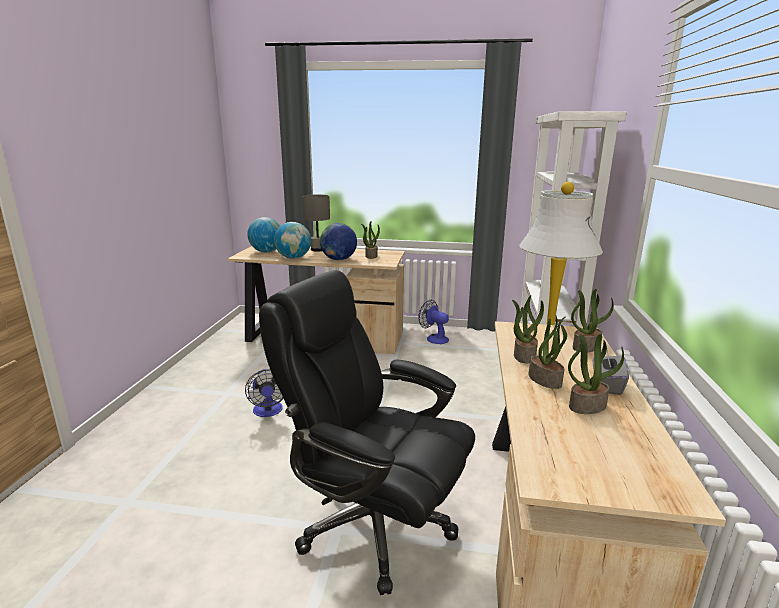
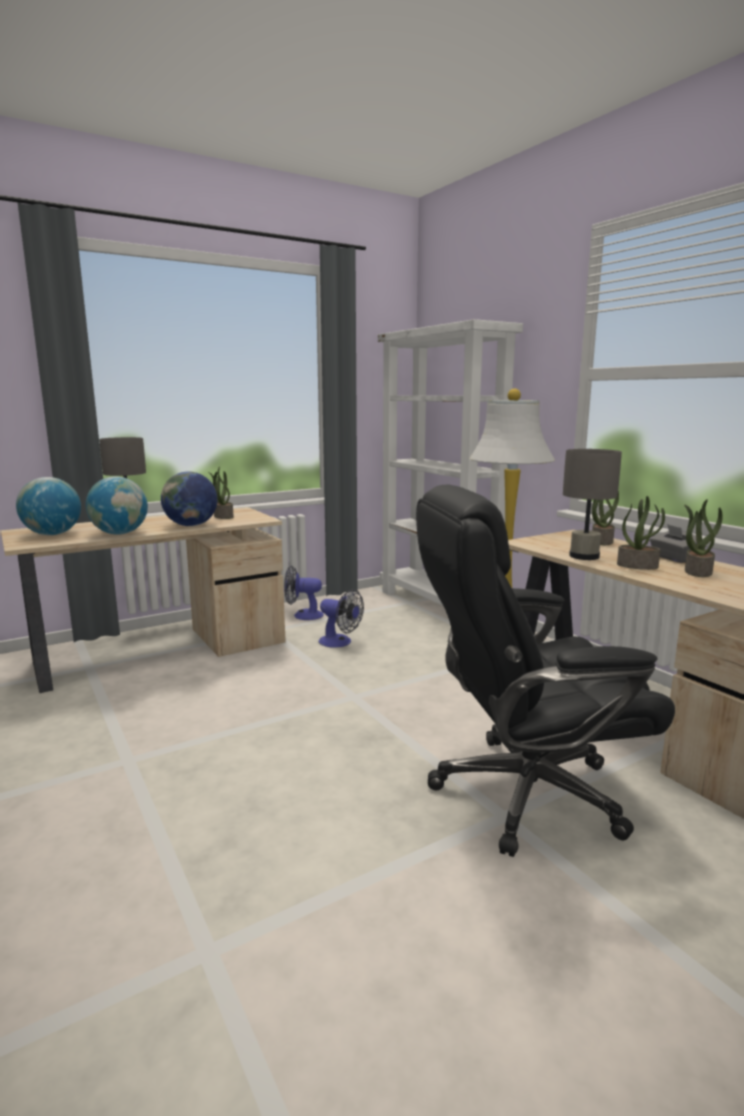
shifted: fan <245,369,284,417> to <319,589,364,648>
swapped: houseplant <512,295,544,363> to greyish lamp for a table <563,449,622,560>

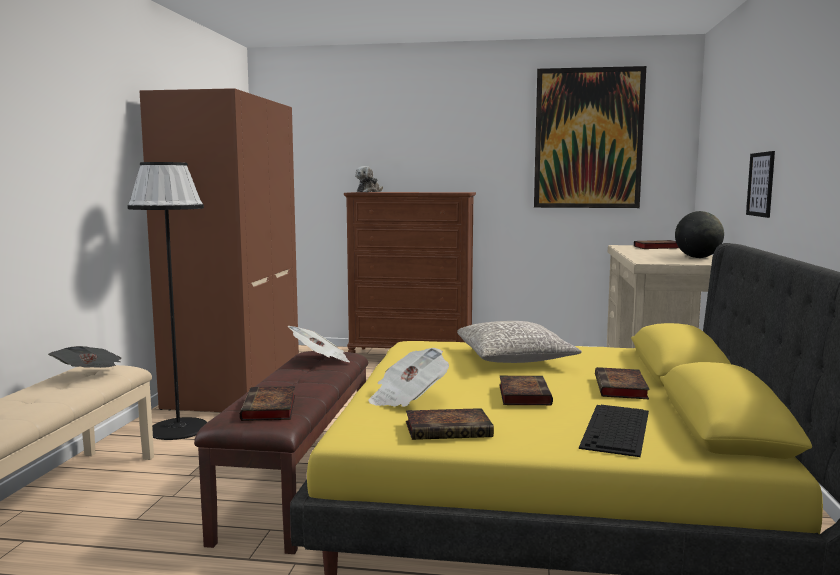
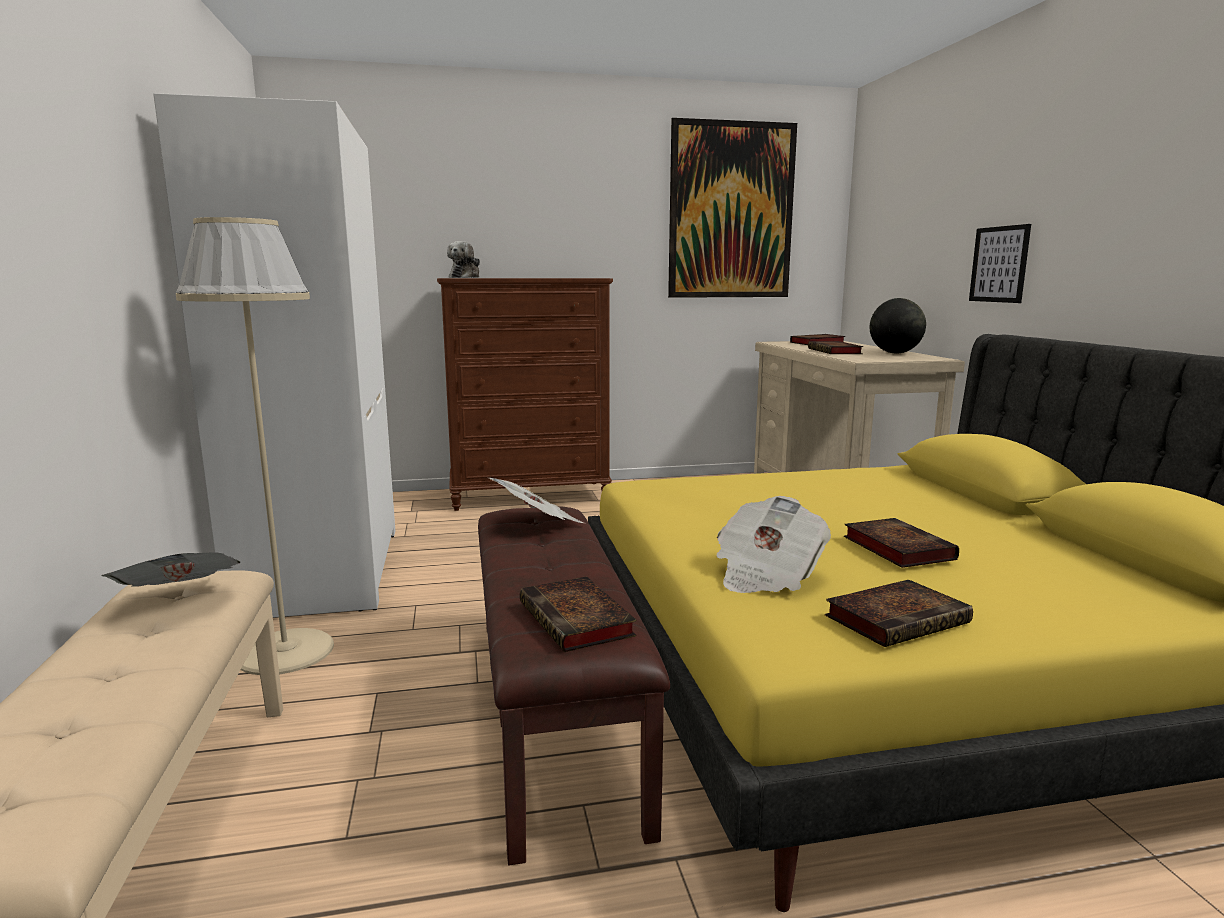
gone: greyish throw pillow <457,321,582,363>; PC keyboard <579,405,649,457>
shifted: book <595,367,650,399> to <808,341,863,354>
repainted: brownish armoire <139,88,299,412> to whitish armoire <153,93,395,618>; blackish standing lamp <127,162,207,440> to beige-coloured standing lamp <176,217,334,675>

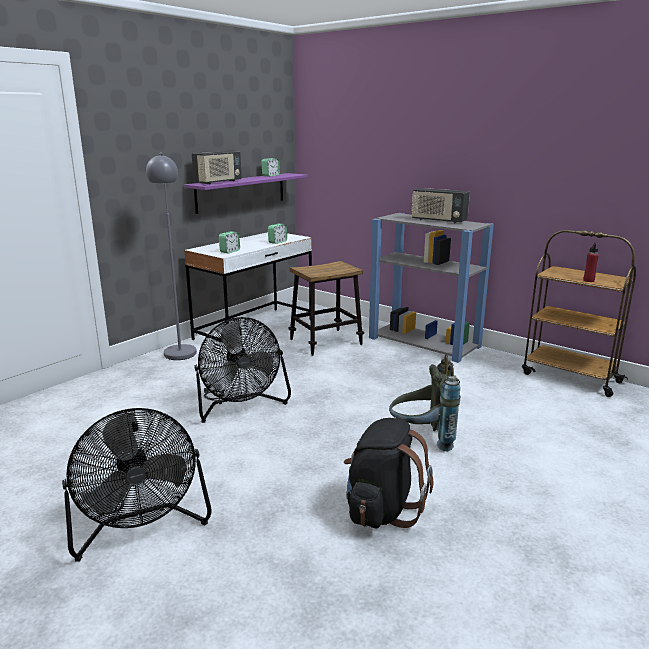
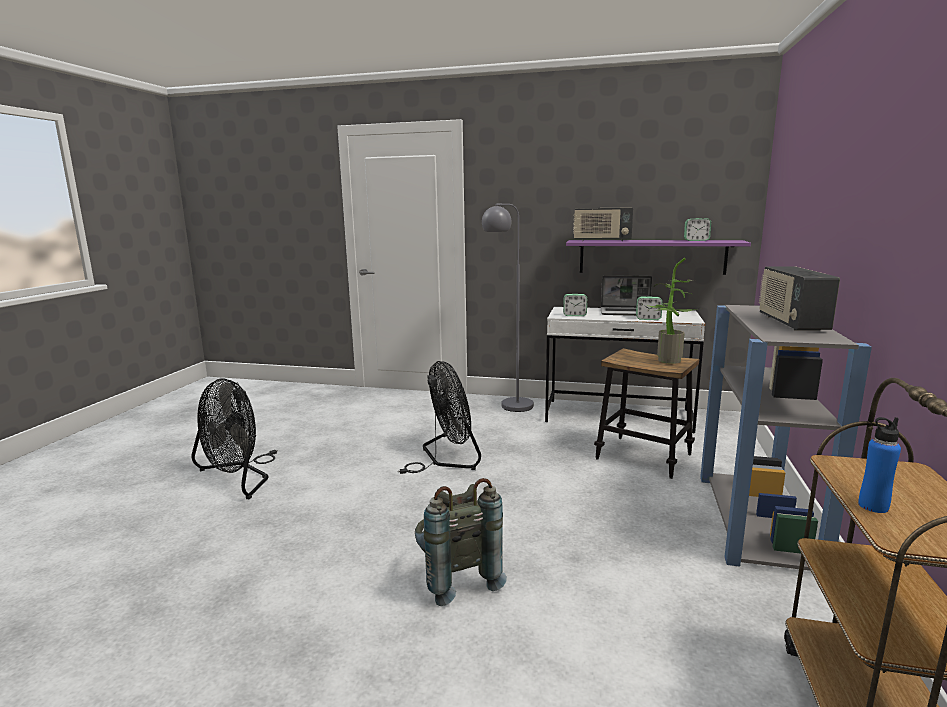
gone: blackish backpack <344,418,433,529>
new: houseplant <643,258,701,364>; laptop <601,275,652,316>
repainted: red drink bottle <583,242,599,282> to bluish drink bottle <858,417,901,513>
rotated: blackish fan <194,317,291,423> = <398,361,481,474> 150 degrees counterclockwise

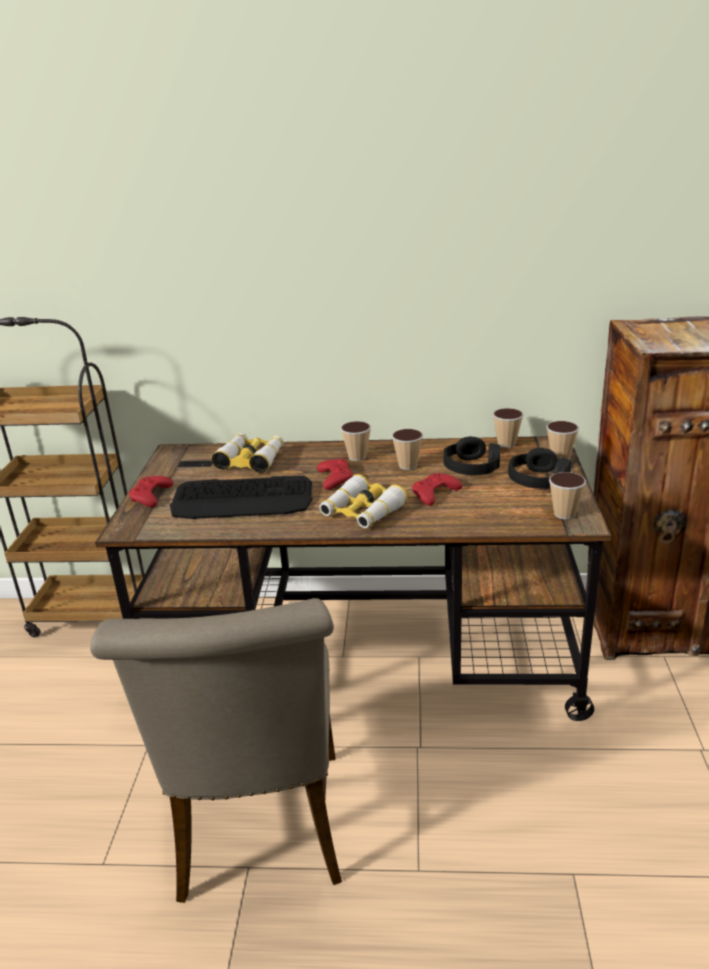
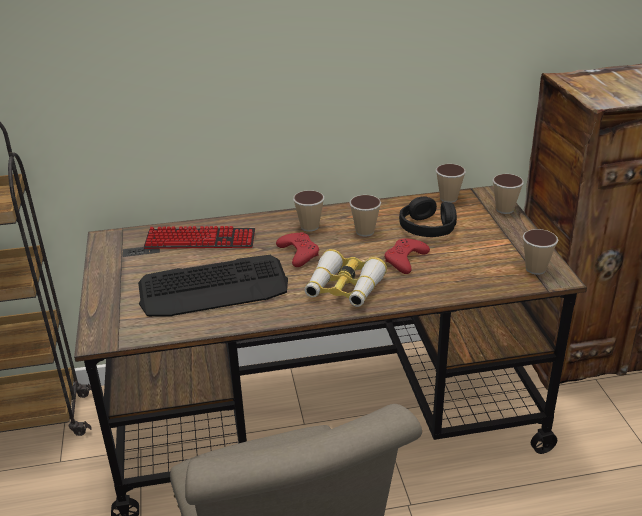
gone: blackish pair of headphones <508,448,571,489>; red gamepad <129,476,173,507>
swapped: pair of binoculars <211,433,284,473> to PC keyboard <143,226,255,249>

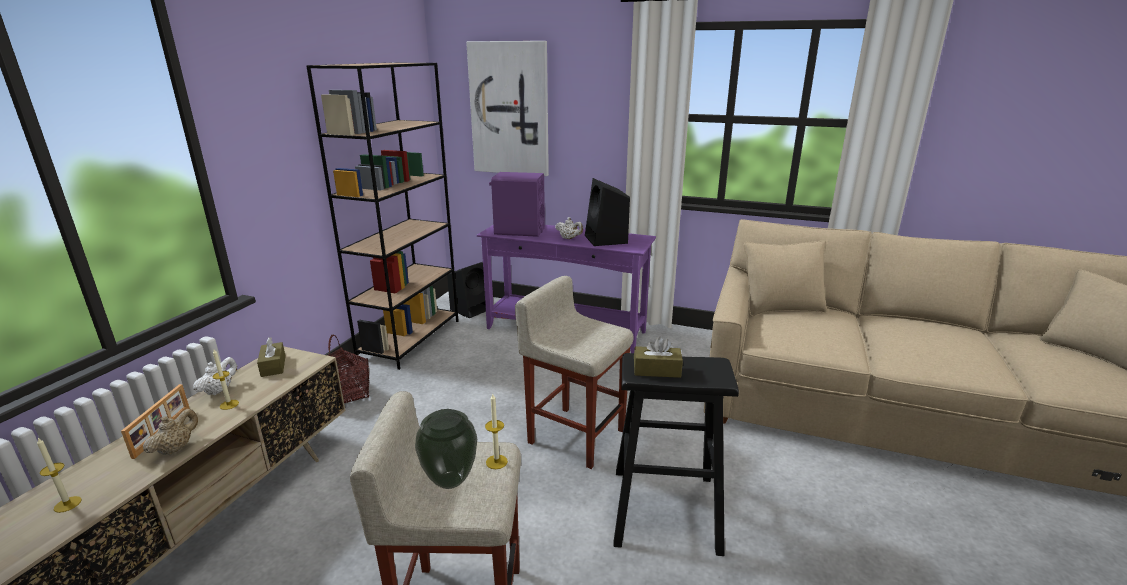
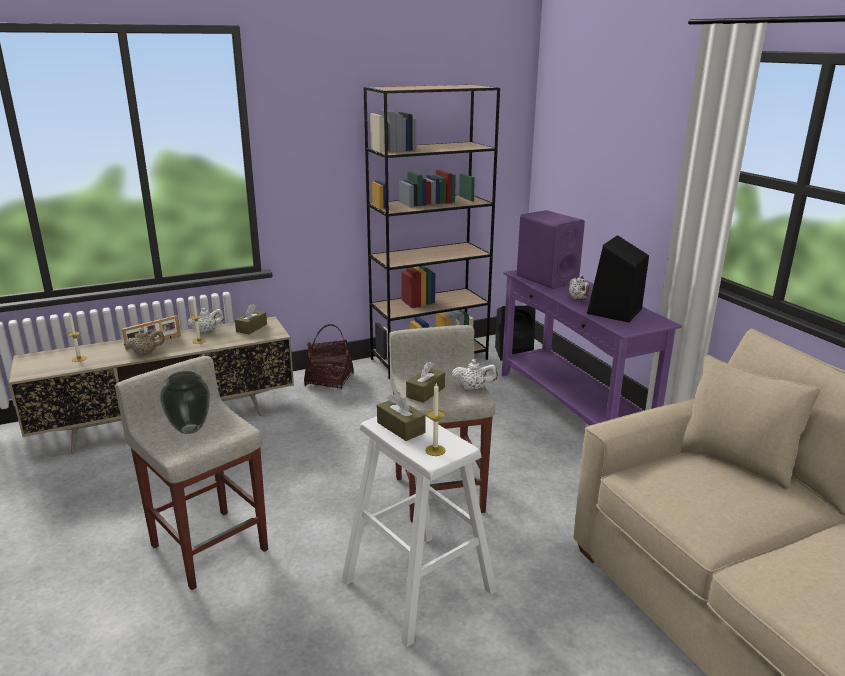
gone: wall picture <466,41,549,176>
new: whitish tea pot <452,359,498,390>; brownish box of tissues <406,362,445,403>
shifted: candle <485,394,508,469> to <425,383,446,456>
repainted: blackish sitting stool <613,353,739,556> to whitish sitting stool <341,416,497,647>

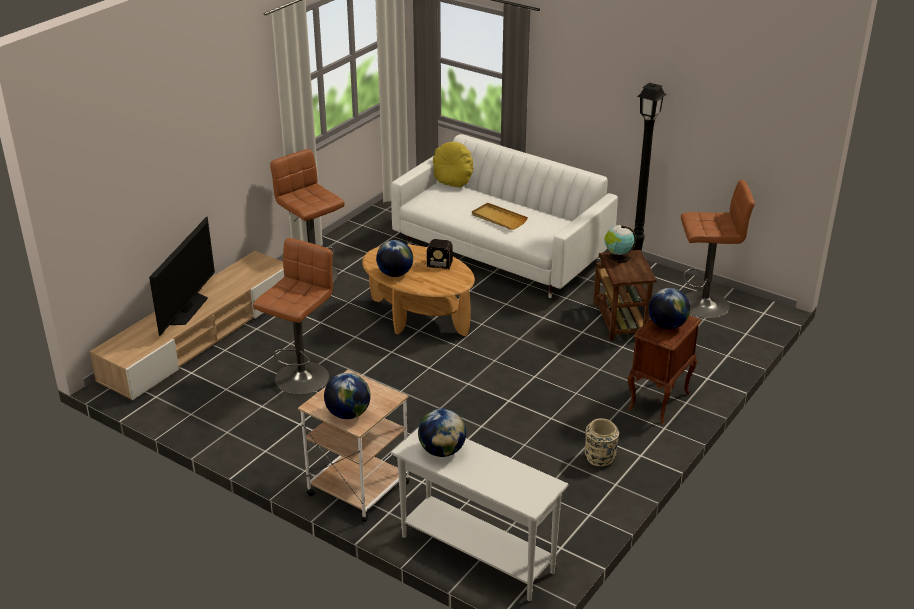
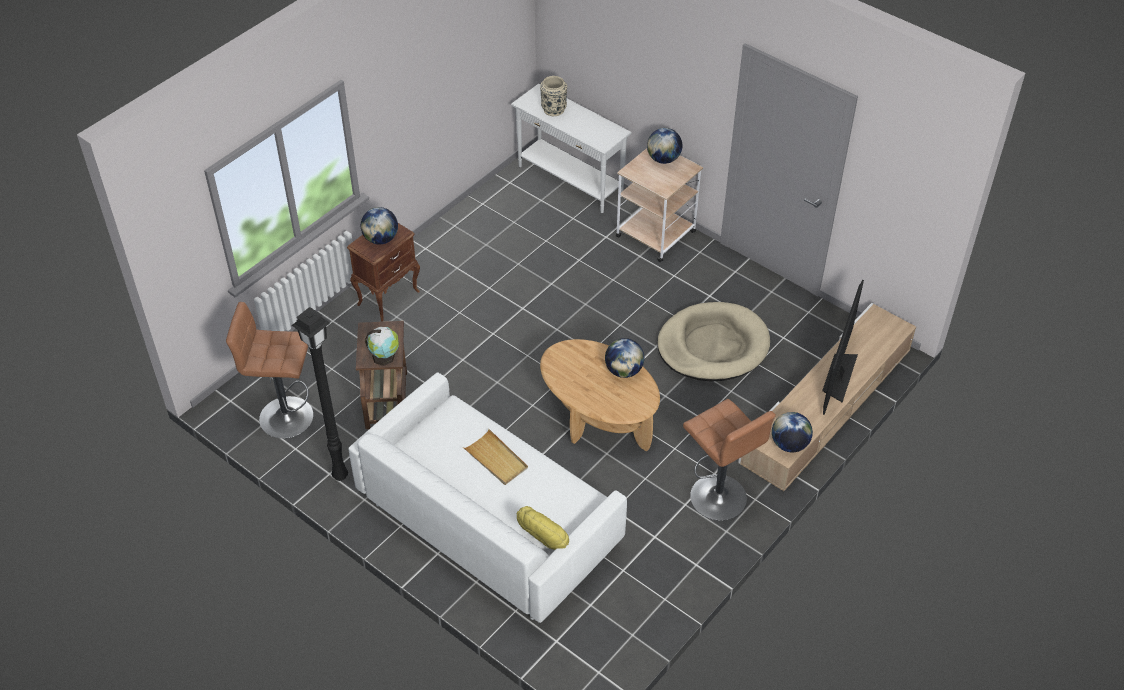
gone: radio <414,239,453,269>
shifted: globe <418,408,466,457> to <772,412,813,452>; beige-coloured decorative vase <585,418,619,467> to <540,76,567,116>
swapped: brownish sitting stool <253,238,333,394> to beige-coloured dog bed <657,302,770,382>

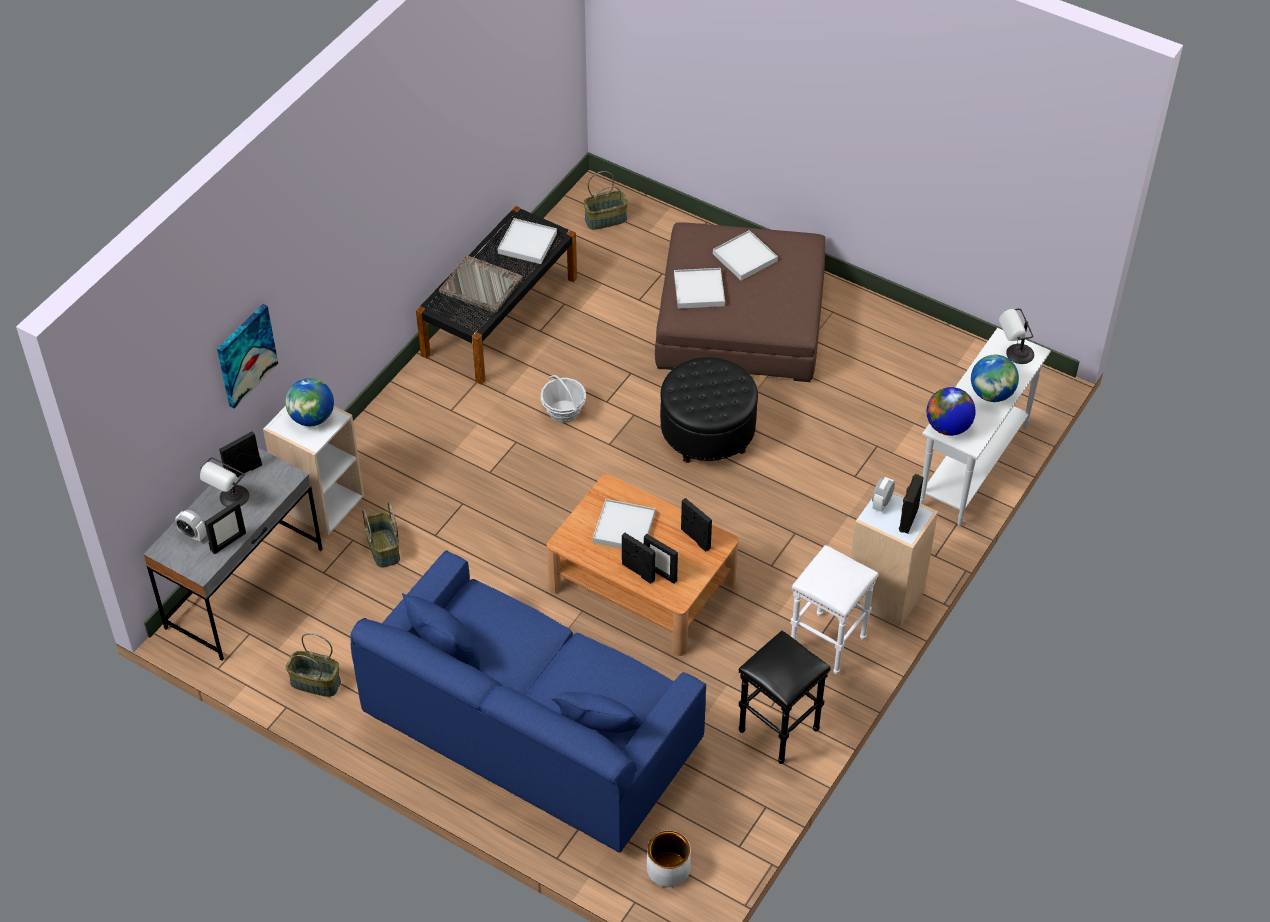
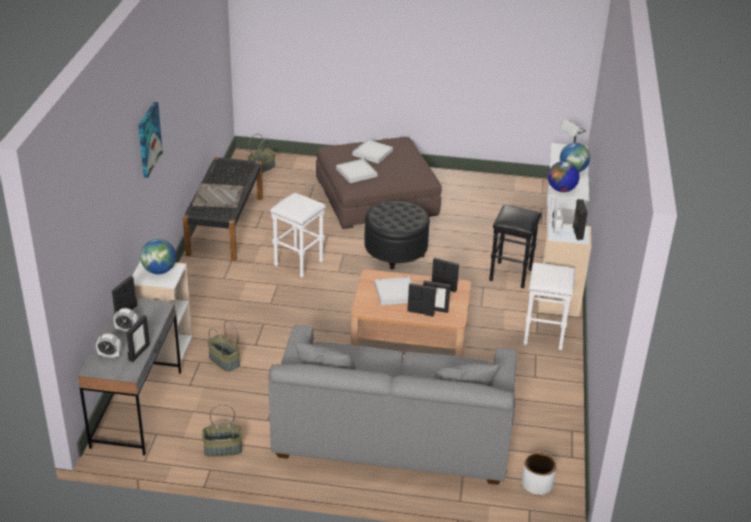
gone: whitish serving tray <497,218,557,264>
shifted: wall picture <217,304,278,408> to <138,102,163,178>; blackish sitting stool <739,631,831,764> to <489,205,541,288>
swapped: household basket <541,375,586,423> to whitish sitting stool <270,193,326,277>; lamp for a table <200,458,249,507> to bedside clock <114,308,138,332>
repainted: bluish settee <350,550,706,853> to greyish settee <268,325,517,485>

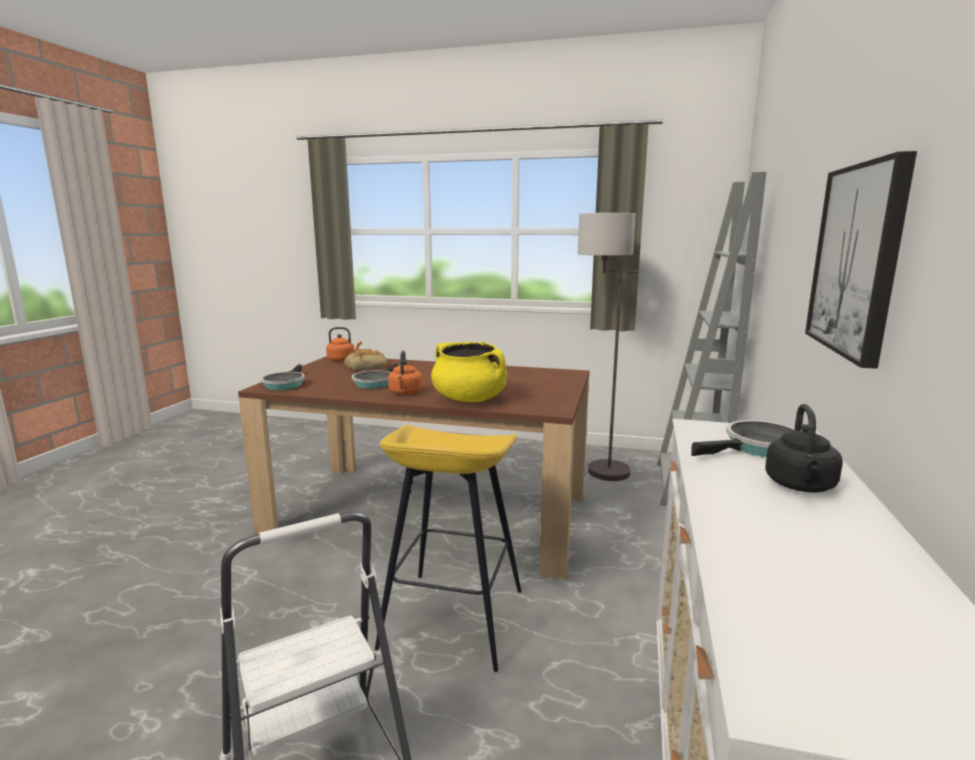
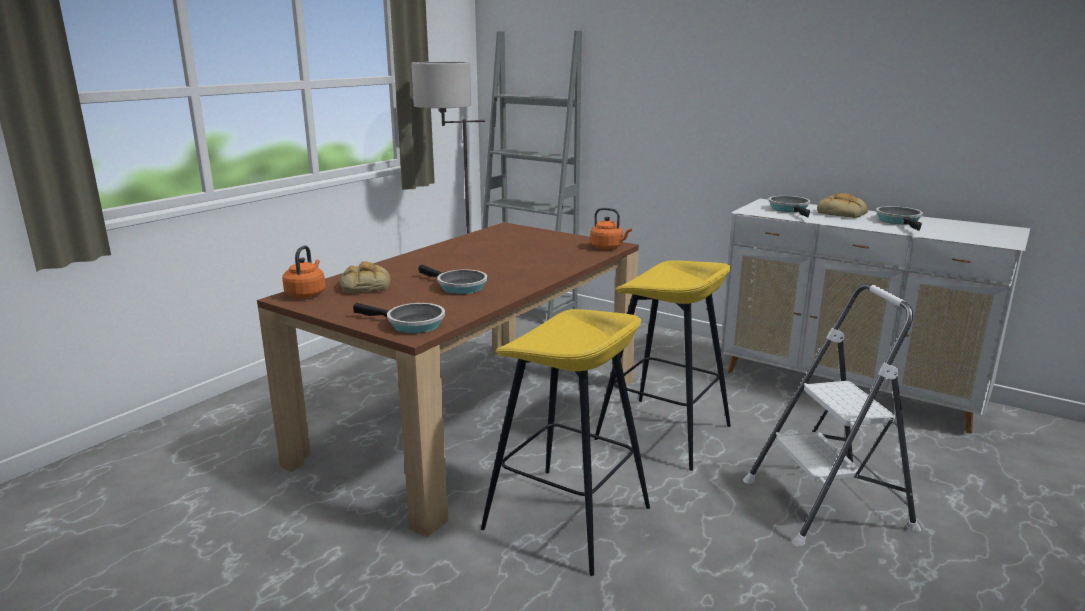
gone: wall picture <805,151,917,369>; yellow-coloured saucepot <431,342,507,402>
new: pan <876,206,923,231>; yellow-coloured sitting stool <481,309,650,576>
shifted: orange-coloured water kettle <388,351,423,395> to <590,208,632,249>
swapped: blackish water kettle <765,404,843,493> to bakery bread <817,193,868,218>

